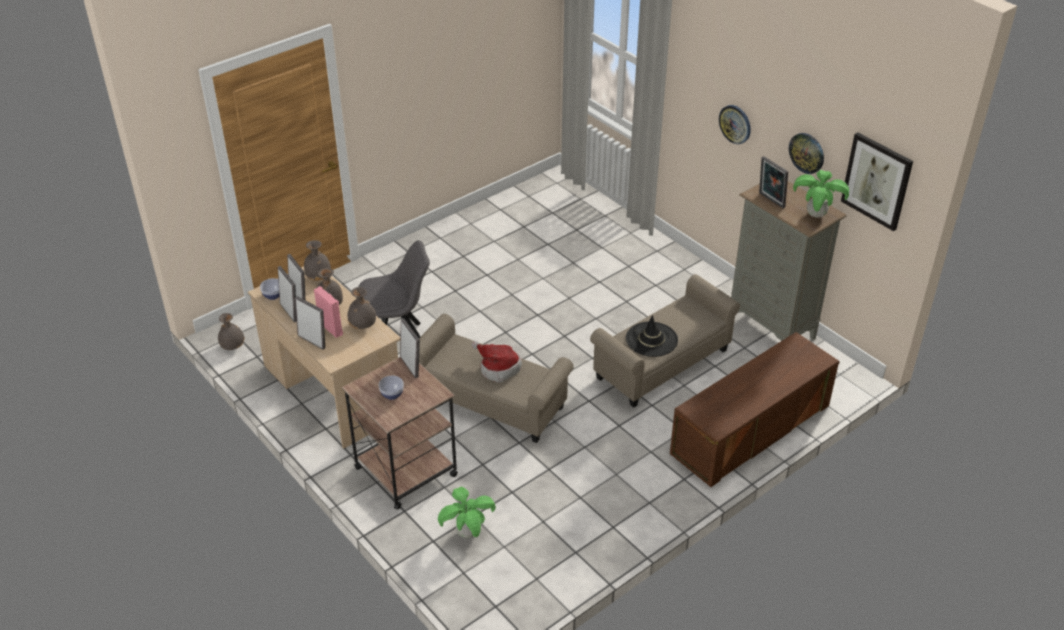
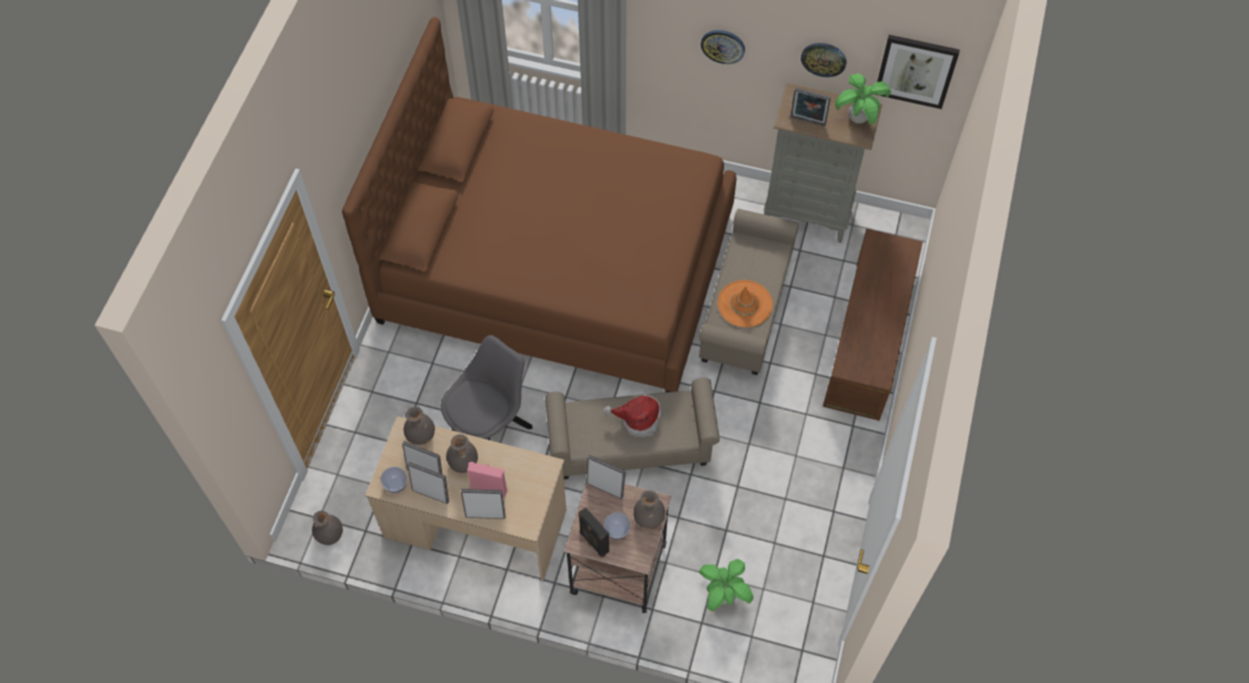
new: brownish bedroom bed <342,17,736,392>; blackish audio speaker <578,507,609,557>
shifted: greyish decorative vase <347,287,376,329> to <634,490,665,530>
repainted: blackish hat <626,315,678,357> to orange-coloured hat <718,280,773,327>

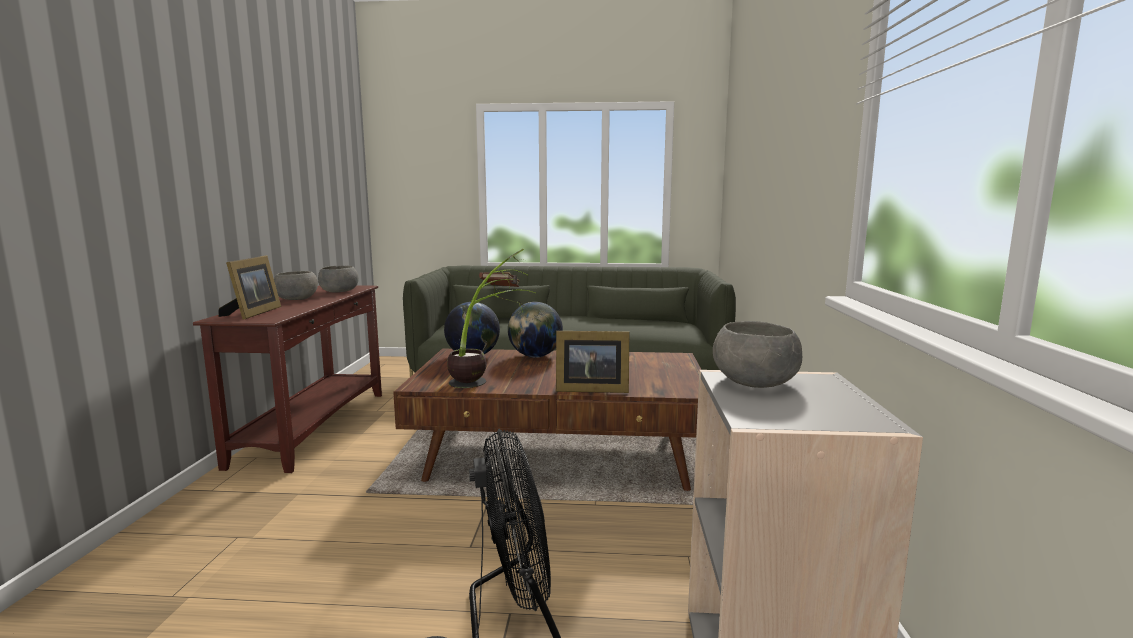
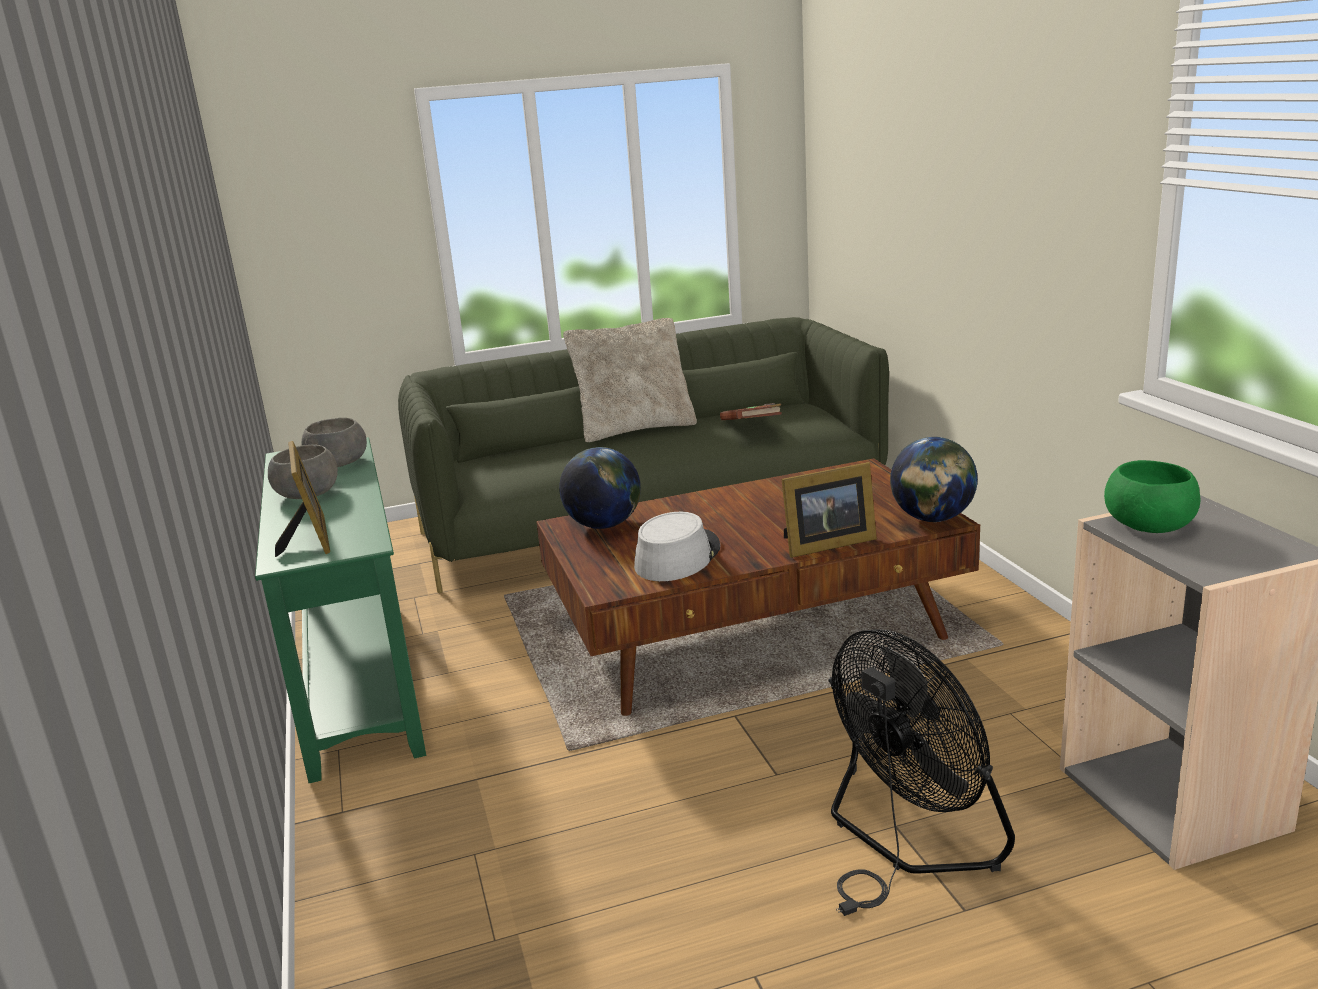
new: beige-coloured throw pillow <563,318,697,442>
shifted: brownish book <479,272,520,287> to <720,403,782,420>; globe <508,302,563,358> to <890,437,978,522>
swapped: houseplant <447,249,535,388> to greyish hat <634,512,720,581>
repainted: brownish console table <193,285,382,473> to greenish console table <255,437,426,783>; greyish serving bowl <713,321,802,388> to greenish serving bowl <1104,460,1201,533>

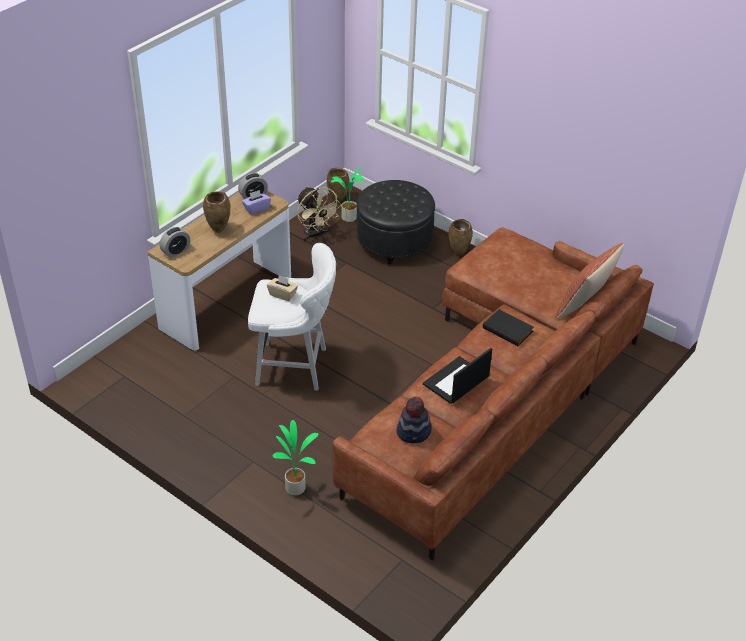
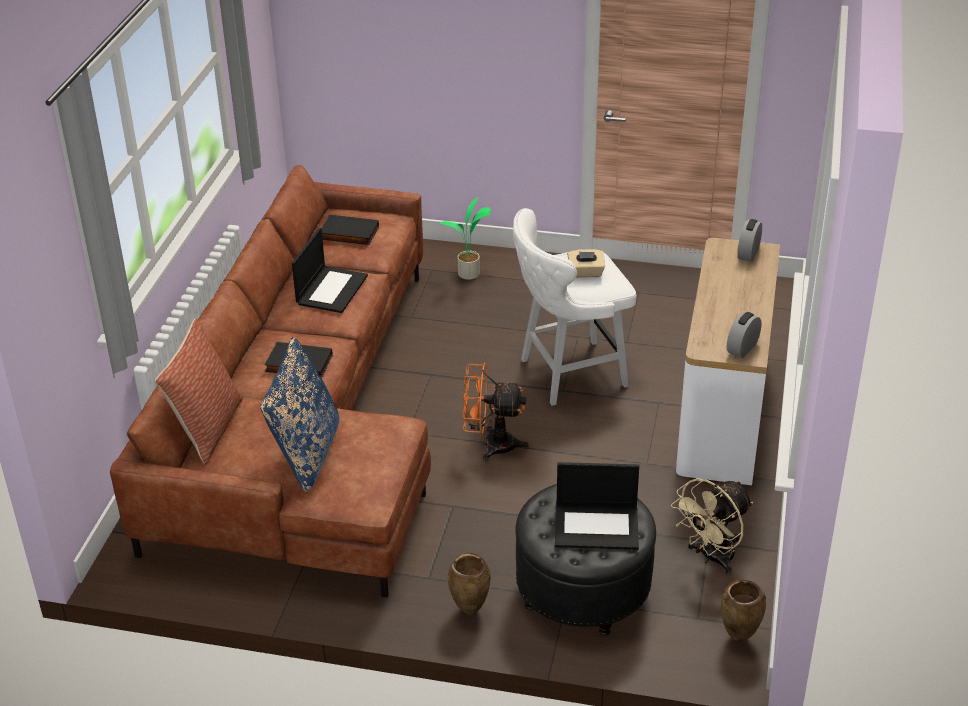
gone: houseplant <331,166,364,222>; purplish box of tissues <242,190,271,215>; brownish decorative vase <203,191,230,233>
new: bluish throw pillow <260,337,340,492>; orange-coloured fan <462,363,529,461>; laptop <555,462,639,550>
swapped: hat <397,397,432,443> to blackish book <321,215,379,245>
rotated: beige-coloured fan <297,187,342,242> = <671,478,753,575> 75 degrees counterclockwise

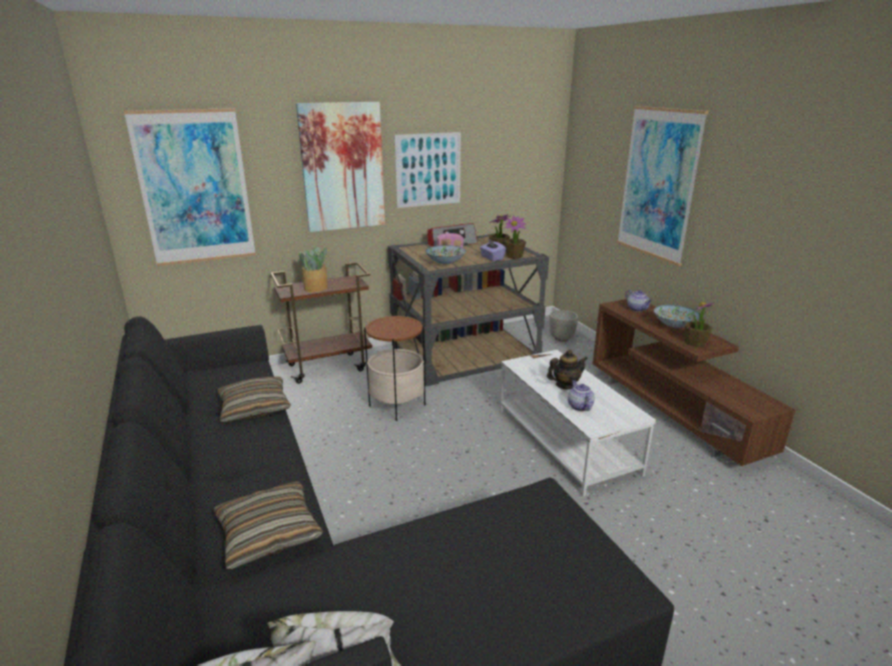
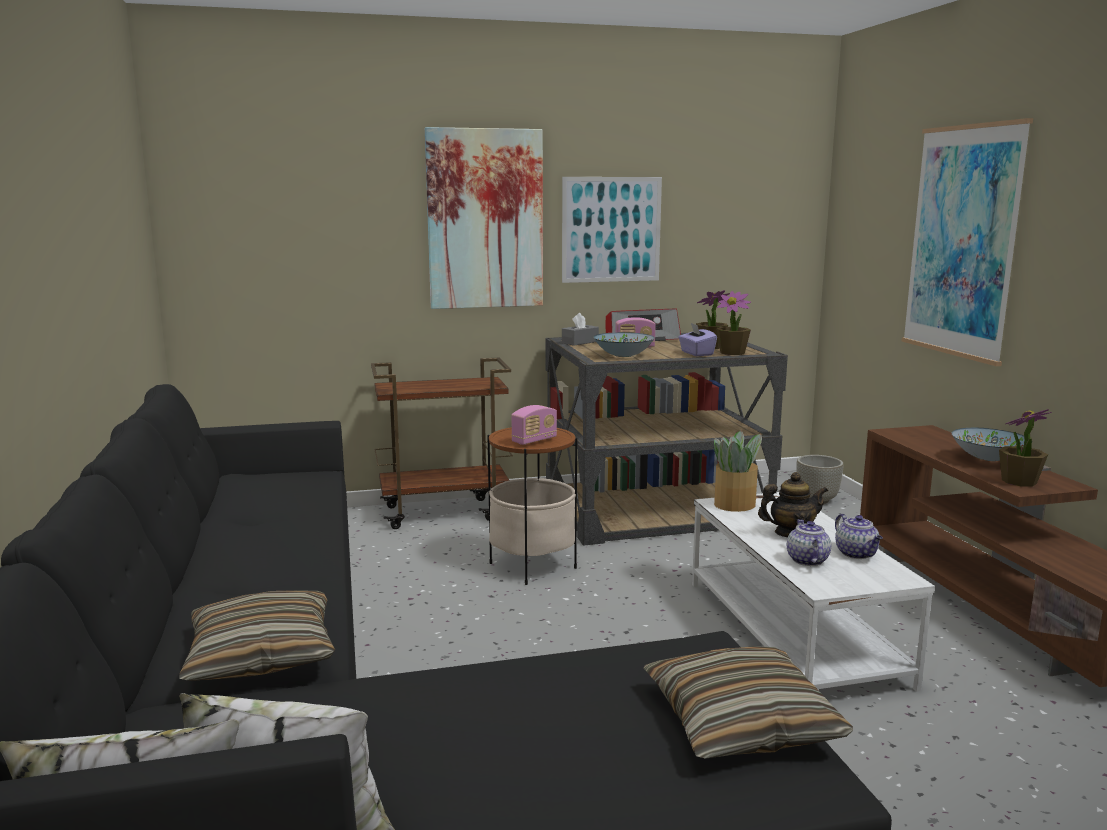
gone: wall picture <124,108,256,266>
new: greyish box of tissues <562,313,599,346>; radio <511,405,557,445>
shifted: houseplant <299,246,328,292> to <714,431,762,512>; tea pot <625,290,653,312> to <835,514,883,559>; throw pillow <218,376,291,422> to <644,646,853,759>

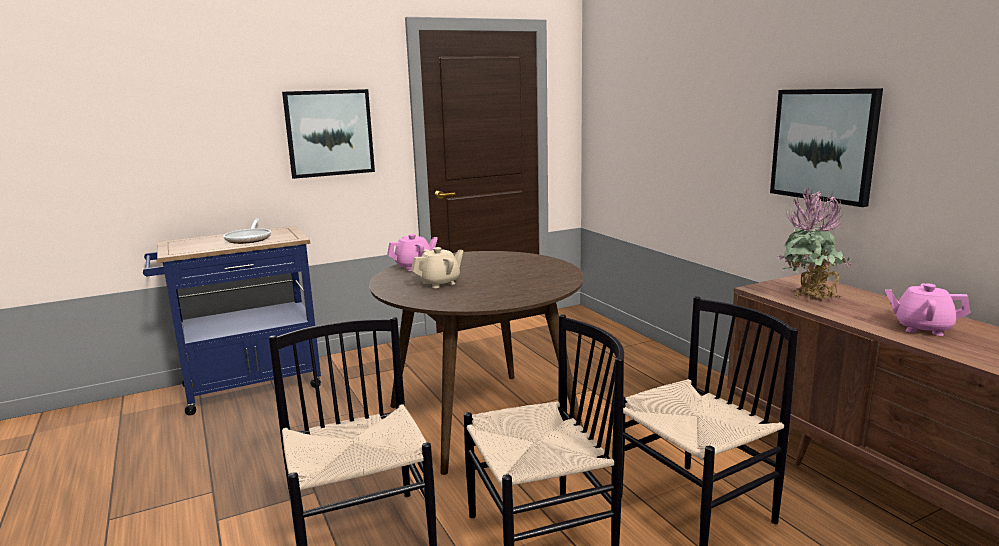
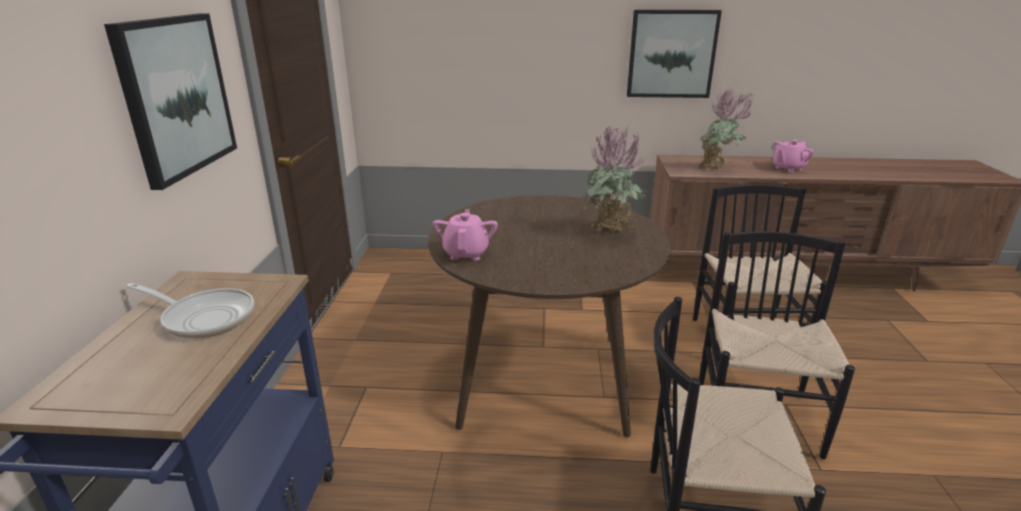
gone: beige-coloured tea pot <411,247,463,288>
new: houseplant <581,126,647,234>

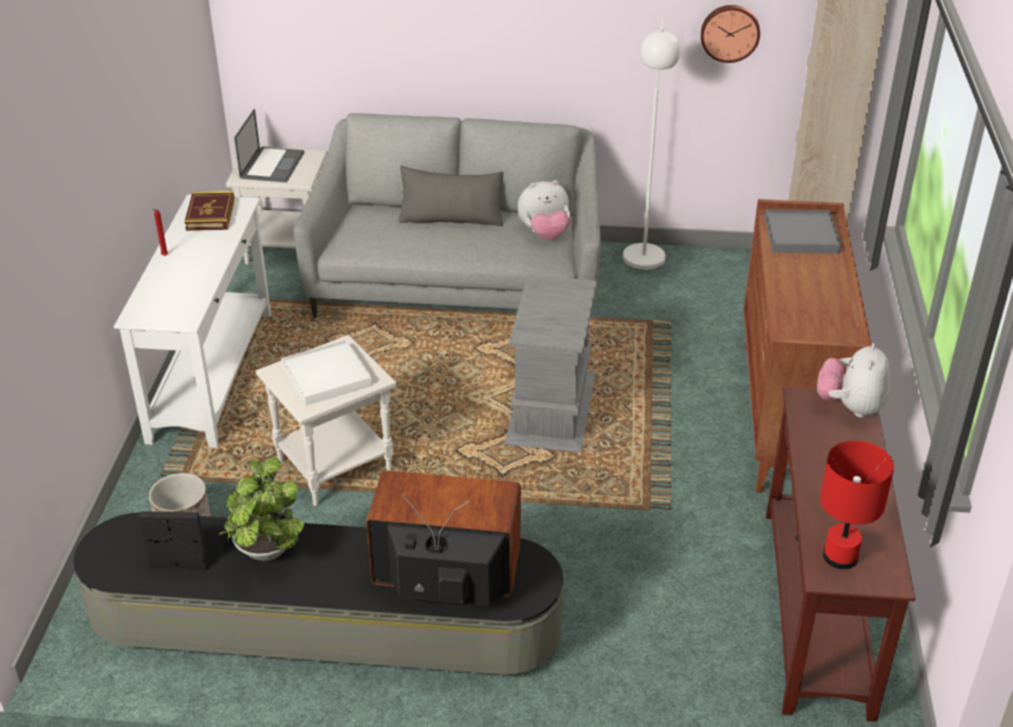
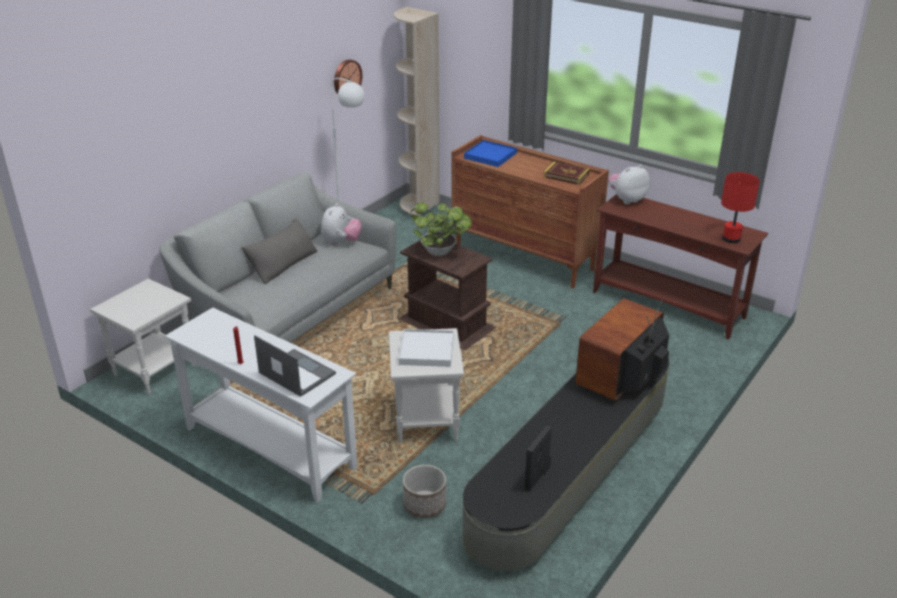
shifted: laptop <234,109,304,183> to <254,335,336,397>; book <184,191,235,231> to <543,162,590,185>; houseplant <219,458,304,561> to <411,203,472,256>
repainted: greyish serving tray <764,209,841,254> to bluish serving tray <464,140,517,167>; greyish accent table <504,274,597,453> to brownish accent table <399,240,496,350>
rotated: soft toy <817,343,890,418> = <608,165,650,204> 105 degrees clockwise

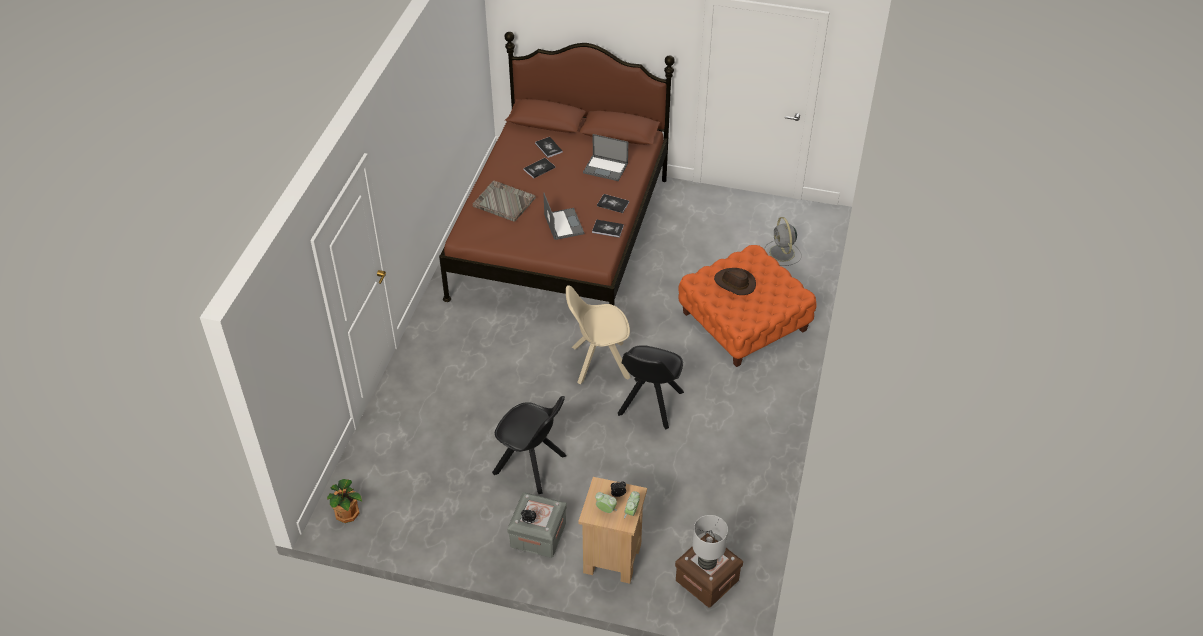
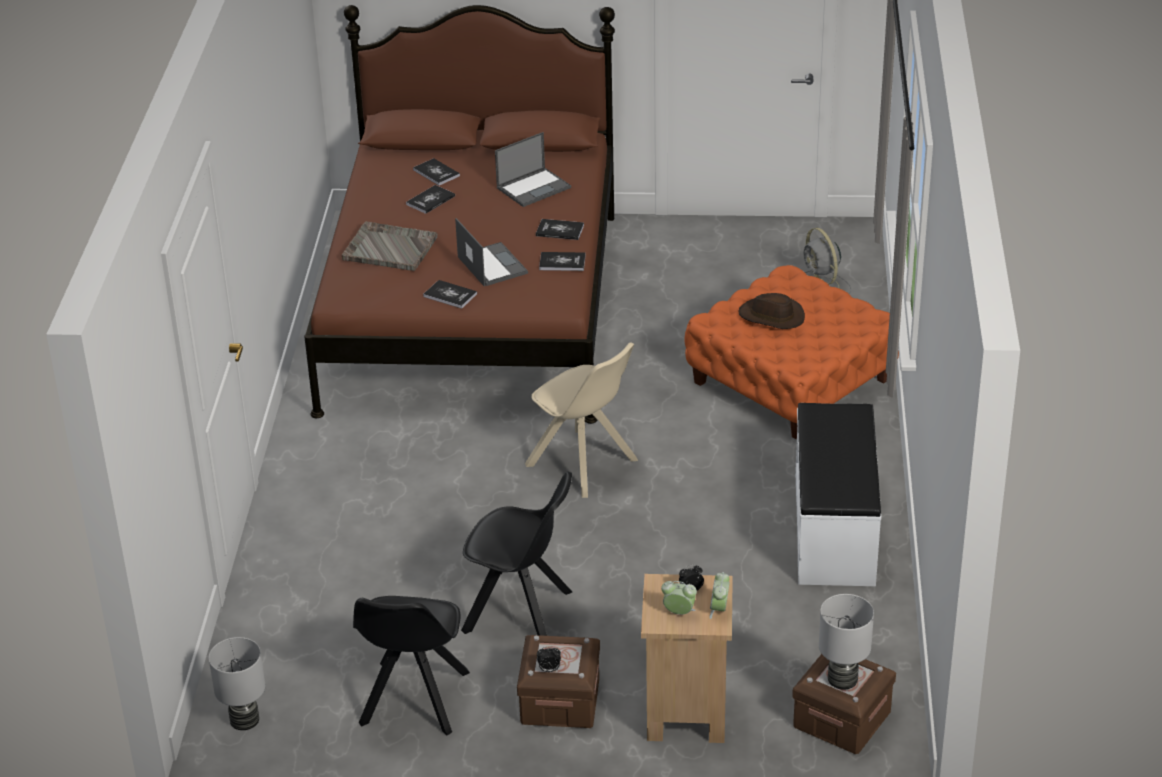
new: book <423,280,477,309>; whitish indoor bench <795,403,881,586>
shifted: blackish upright chair <618,345,684,429> to <353,596,470,735>
swapped: houseplant <327,479,362,523> to greyish lamp for a table <209,637,265,730>
repainted: greyish storage container <507,492,567,558> to brownish storage container <517,635,600,728>
rotated: laptop <583,134,628,181> = <495,132,571,207> 45 degrees counterclockwise; beige-coloured upright chair <566,285,631,384> = <525,342,638,498> 120 degrees counterclockwise

